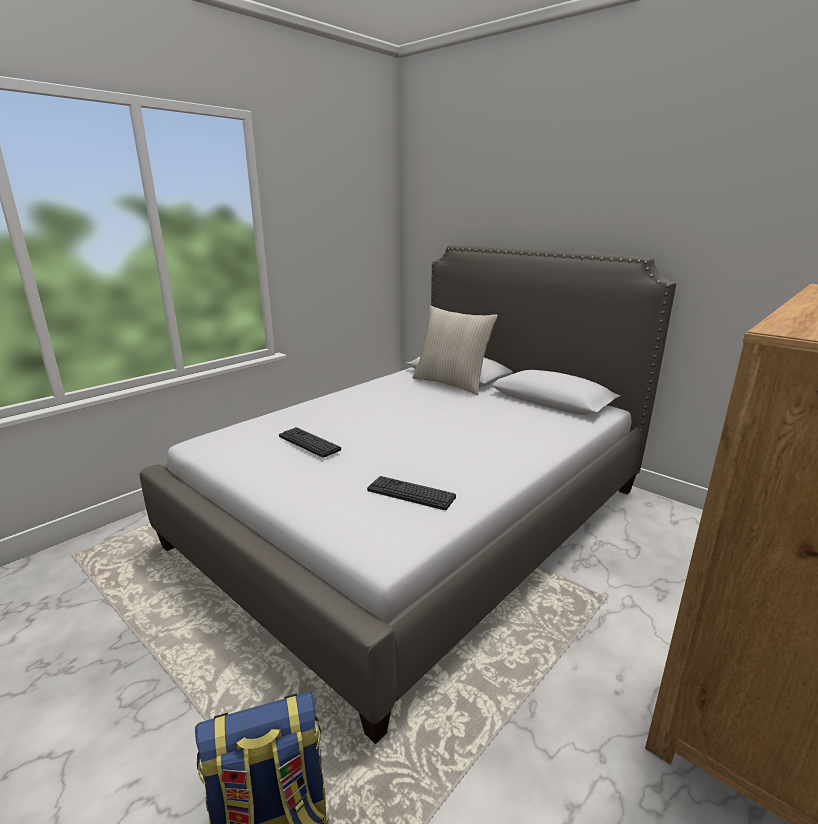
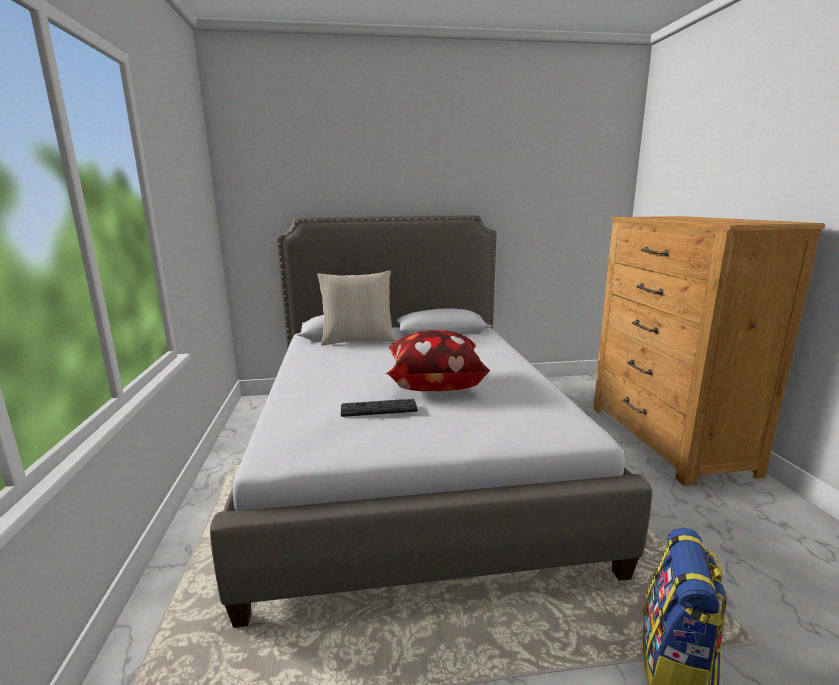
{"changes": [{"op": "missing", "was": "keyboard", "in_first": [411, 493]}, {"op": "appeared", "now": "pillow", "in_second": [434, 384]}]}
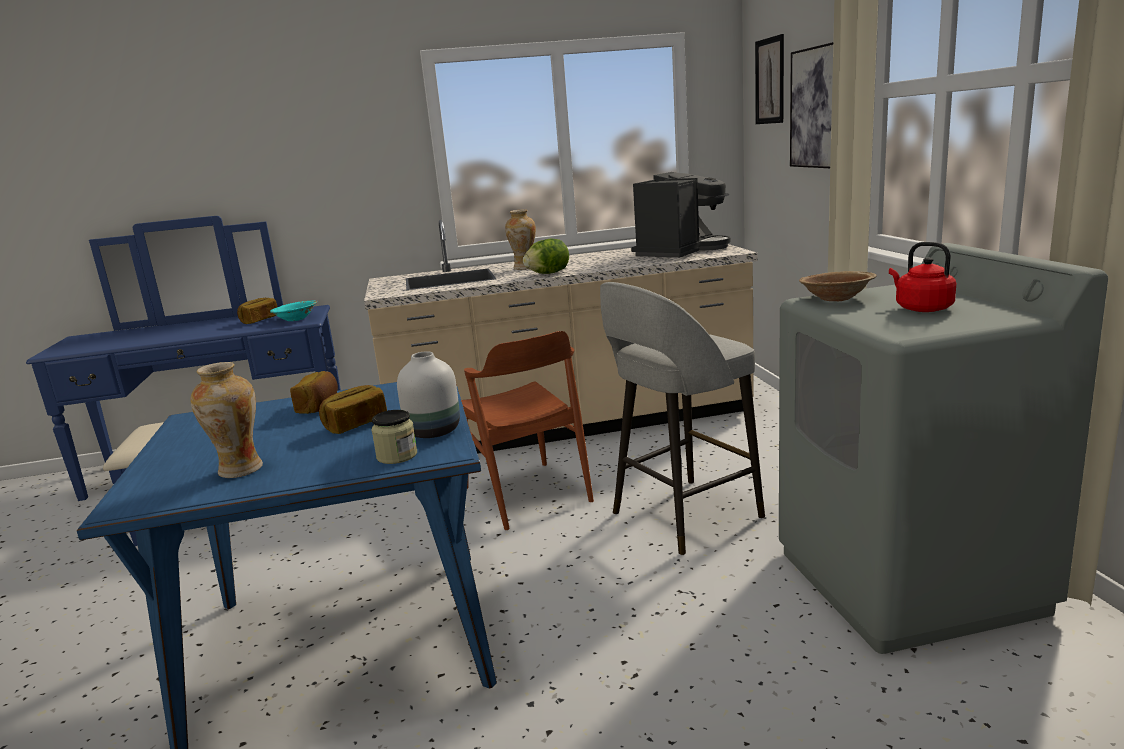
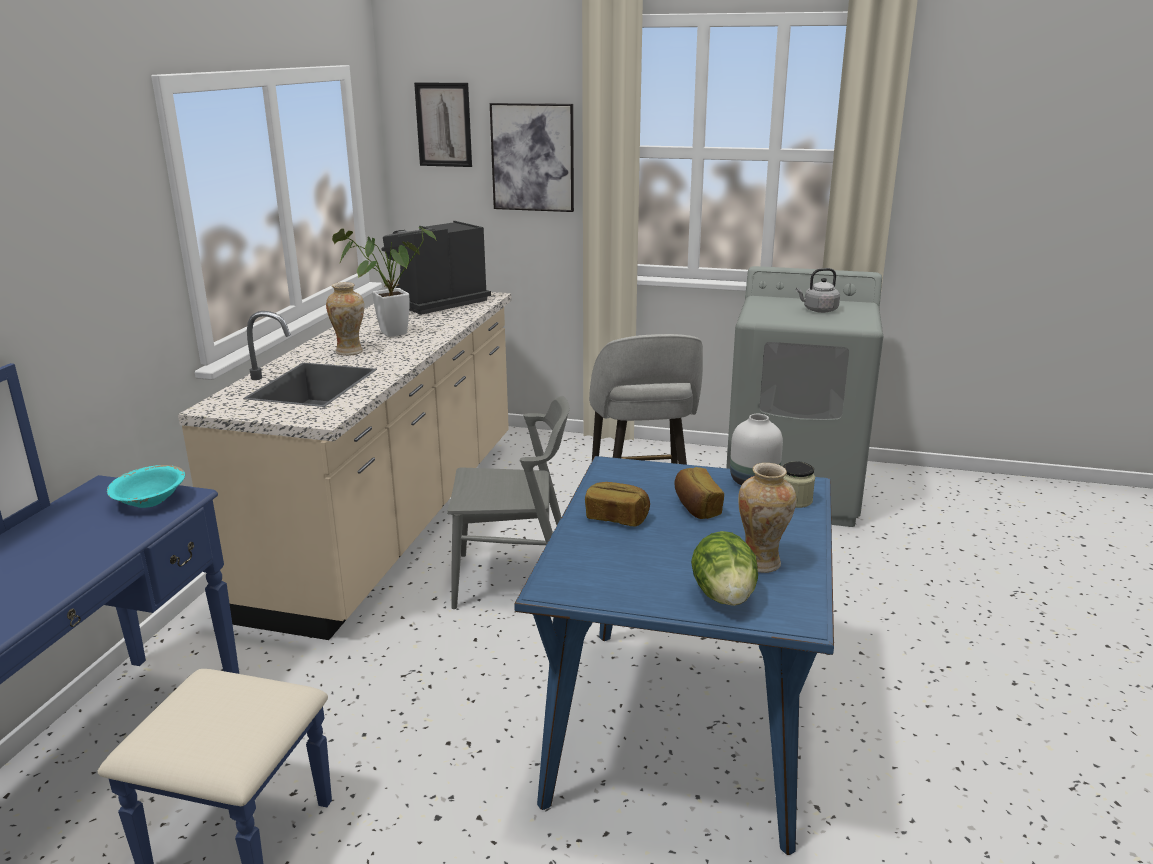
{"changes": [{"op": "missing", "was": "bread", "in_first": [259, 320]}, {"op": "colour", "was": "chair (brown)", "now": "chair (grey)", "in_first": [527, 494], "in_second": [514, 579]}, {"op": "relocated", "was": "lettuce", "in_first": [548, 273], "in_second": [724, 596]}, {"op": "spun", "was": "coffee machine", "in_first": [680, 250], "in_second": [435, 303], "clockwise": -105}, {"op": "missing", "was": "bowl (brown)", "in_first": [836, 298]}, {"op": "colour", "was": "kettle (red)", "now": "kettle (grey)", "in_first": [921, 308], "in_second": [818, 310]}, {"op": "appeared", "now": "potted plant", "in_second": [387, 334]}]}
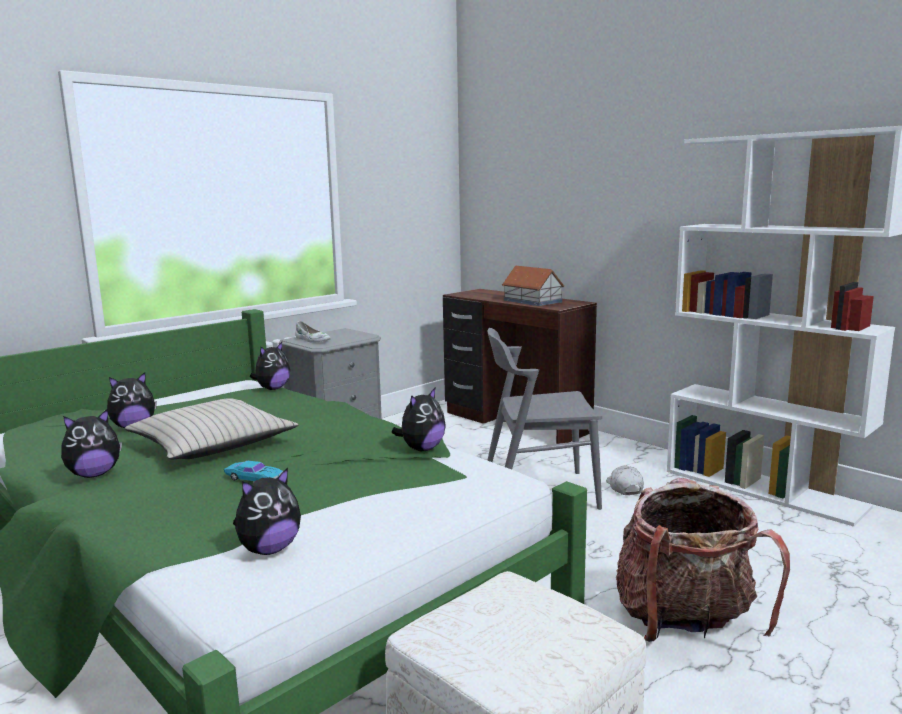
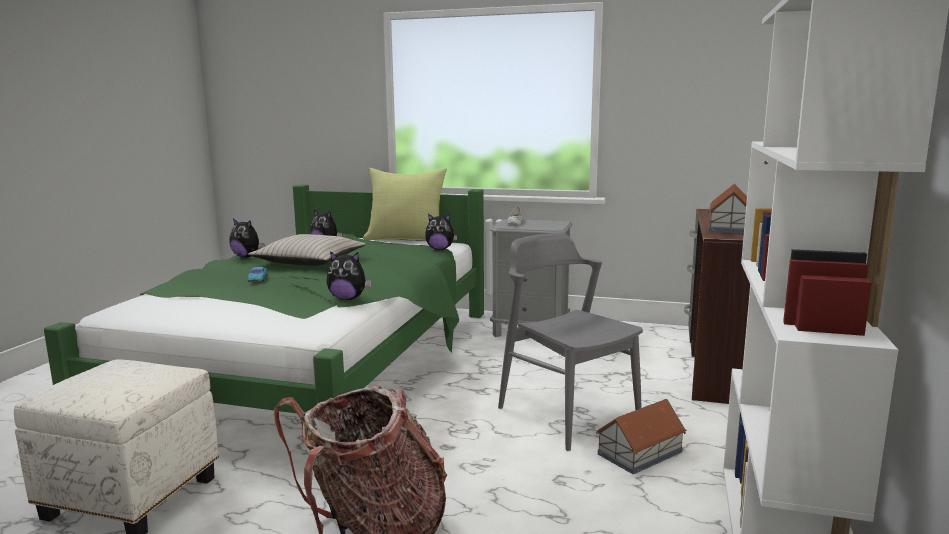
{"changes": [{"op": "missing", "was": "plush toy", "in_first": [269, 549]}, {"op": "exchanged", "was": "cap (white)", "now": "toy house", "in_first": [624, 487], "in_second": [639, 453]}, {"op": "appeared", "now": "pillow (yellow)", "in_second": [407, 239]}]}
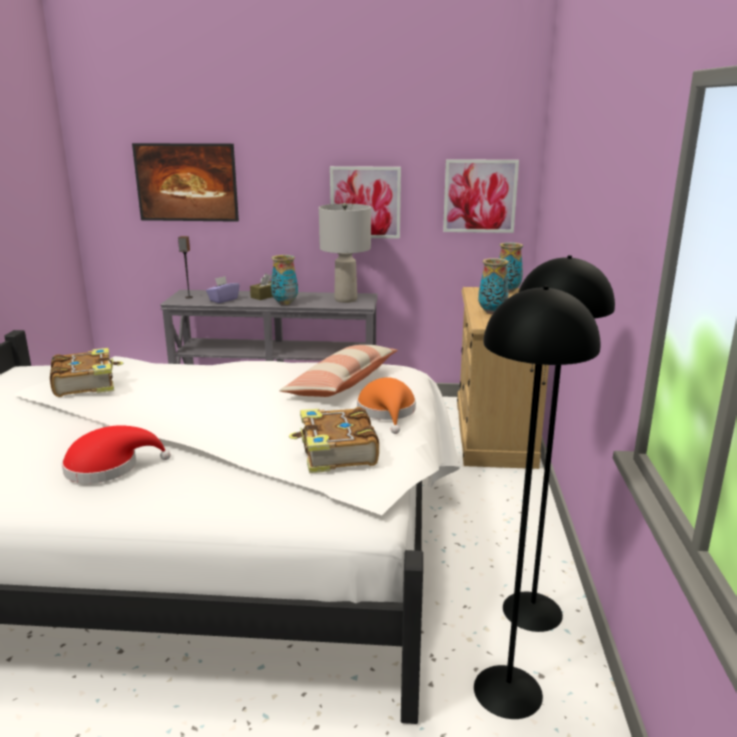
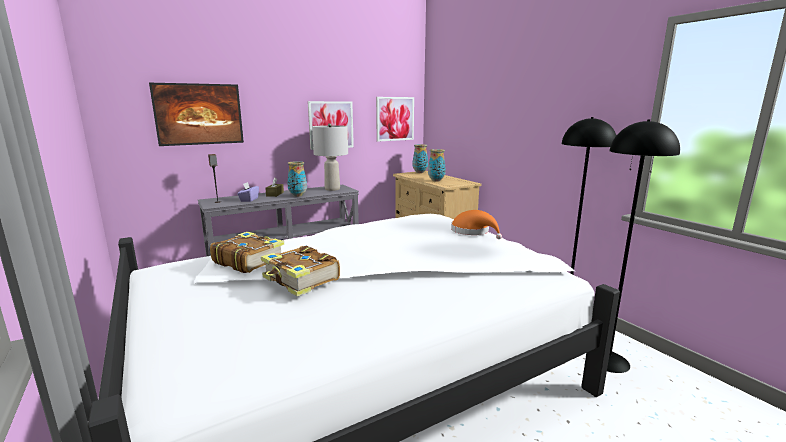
{"changes": [{"op": "missing", "was": "hat (red)", "in_first": [108, 467]}, {"op": "missing", "was": "pillow", "in_first": [342, 383]}, {"op": "relocated", "was": "book", "in_first": [336, 452], "in_second": [301, 280]}]}
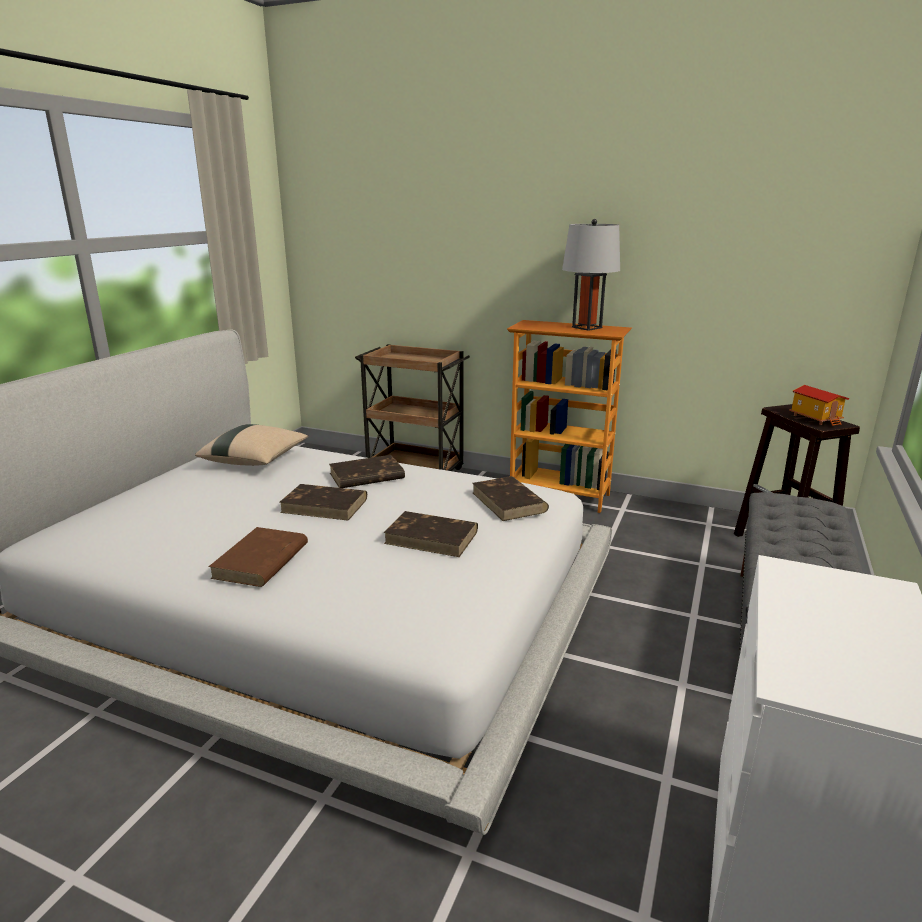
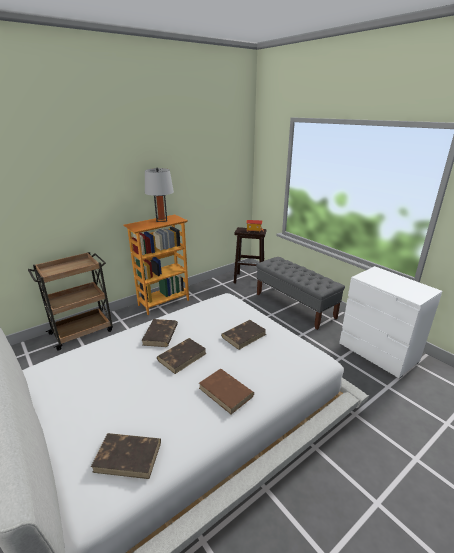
{"changes": [{"op": "missing", "was": "pillow (beige)", "in_first": [256, 461]}, {"op": "relocated", "was": "book (brown)", "in_first": [509, 502], "in_second": [128, 457]}]}
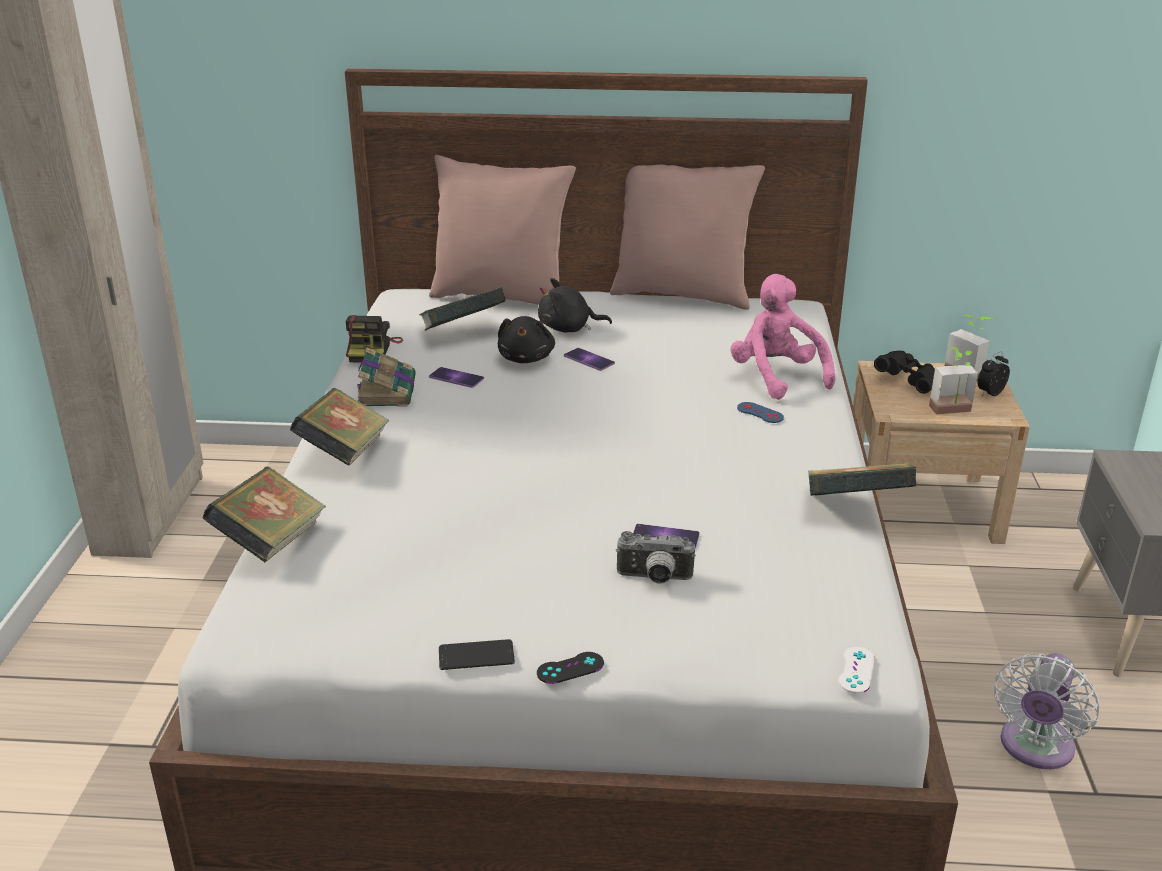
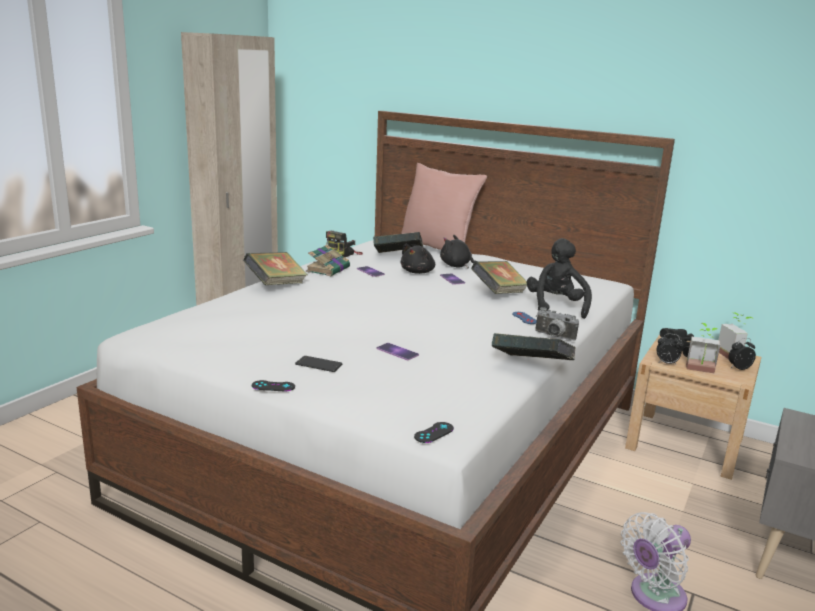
{"changes": [{"op": "relocated", "was": "book", "in_first": [271, 542], "in_second": [499, 294]}, {"op": "relocated", "was": "phone", "in_first": [476, 656], "in_second": [318, 364]}, {"op": "missing", "was": "pillow (pink)", "in_first": [682, 294]}, {"op": "relocated", "was": "photo camera", "in_first": [654, 579], "in_second": [553, 336]}, {"op": "colour", "was": "plush toy (pink)", "now": "plush toy (black)", "in_first": [776, 377], "in_second": [556, 307]}, {"op": "colour", "was": "game controller (white)", "now": "game controller (black)", "in_first": [856, 670], "in_second": [434, 433]}, {"op": "appeared", "now": "alarm clock", "in_second": [666, 363]}]}
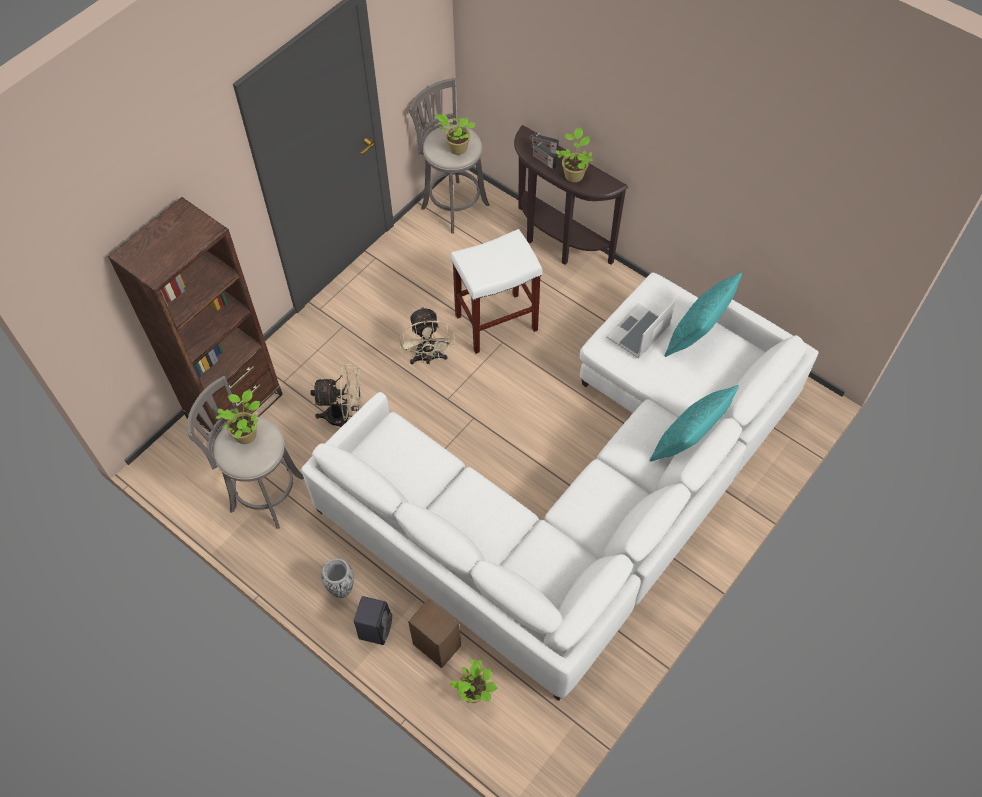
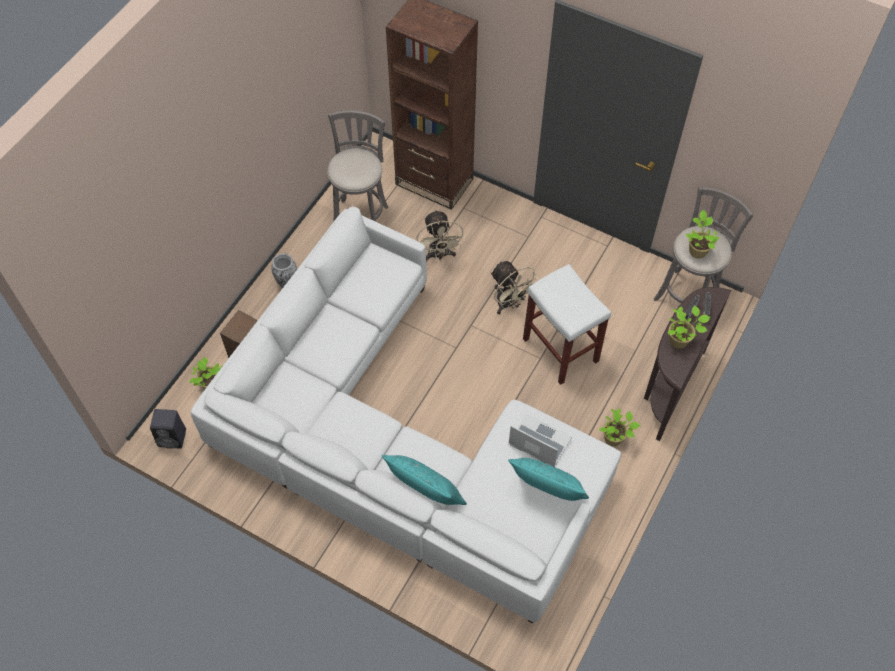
{"changes": [{"op": "relocated", "was": "potted plant", "in_first": [246, 433], "in_second": [614, 438]}, {"op": "relocated", "was": "speaker (black)", "in_first": [375, 627], "in_second": [173, 437]}, {"op": "spun", "was": "fan (beige)", "in_first": [428, 358], "in_second": [509, 304], "clockwise": -105}]}
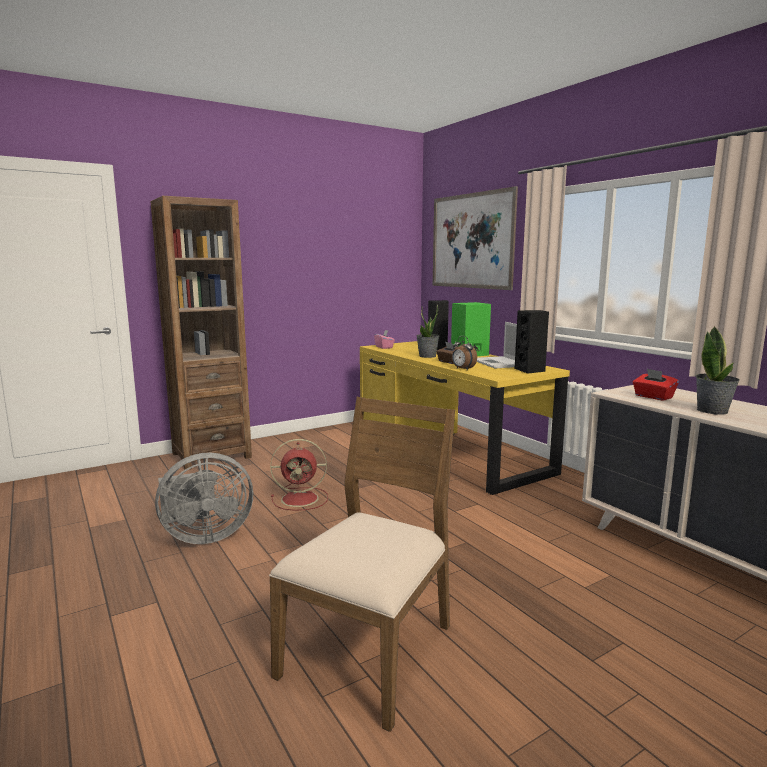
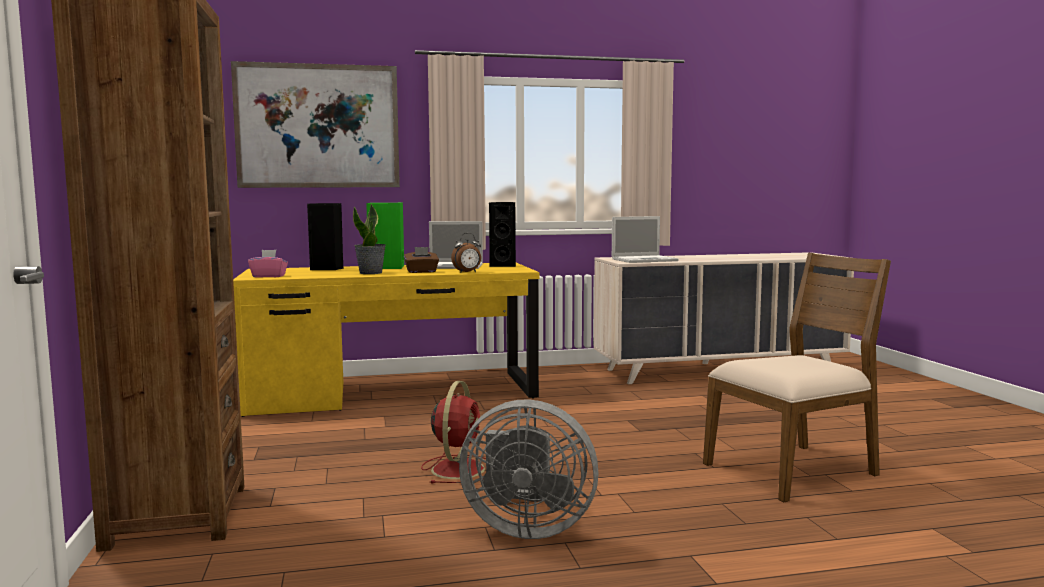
{"changes": [{"op": "spun", "was": "fan (grey)", "in_first": [204, 536], "in_second": [526, 527], "clockwise": 105}, {"op": "spun", "was": "chair (brown)", "in_first": [370, 650], "in_second": [793, 470], "clockwise": 105}, {"op": "exchanged", "was": "tissue box (red)", "now": "laptop", "in_first": [653, 397], "in_second": [645, 260]}, {"op": "missing", "was": "potted plant", "in_first": [712, 411]}]}
